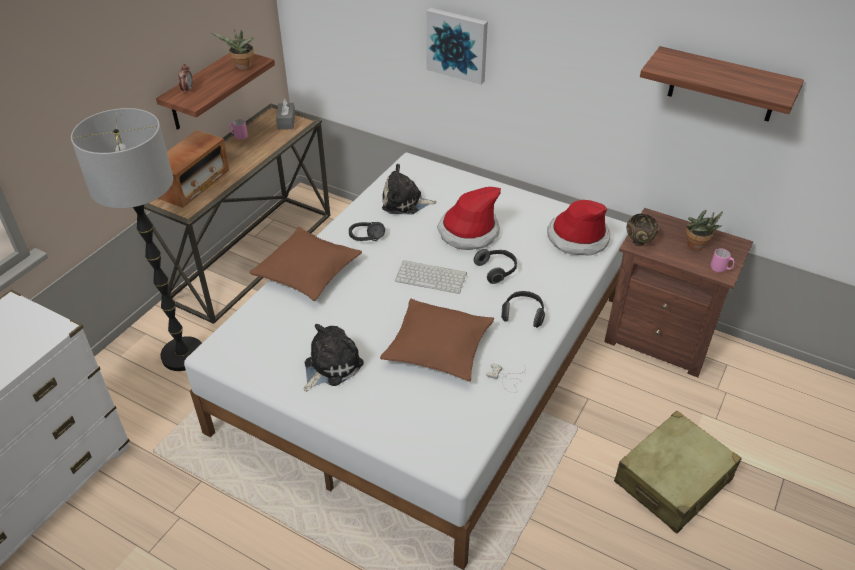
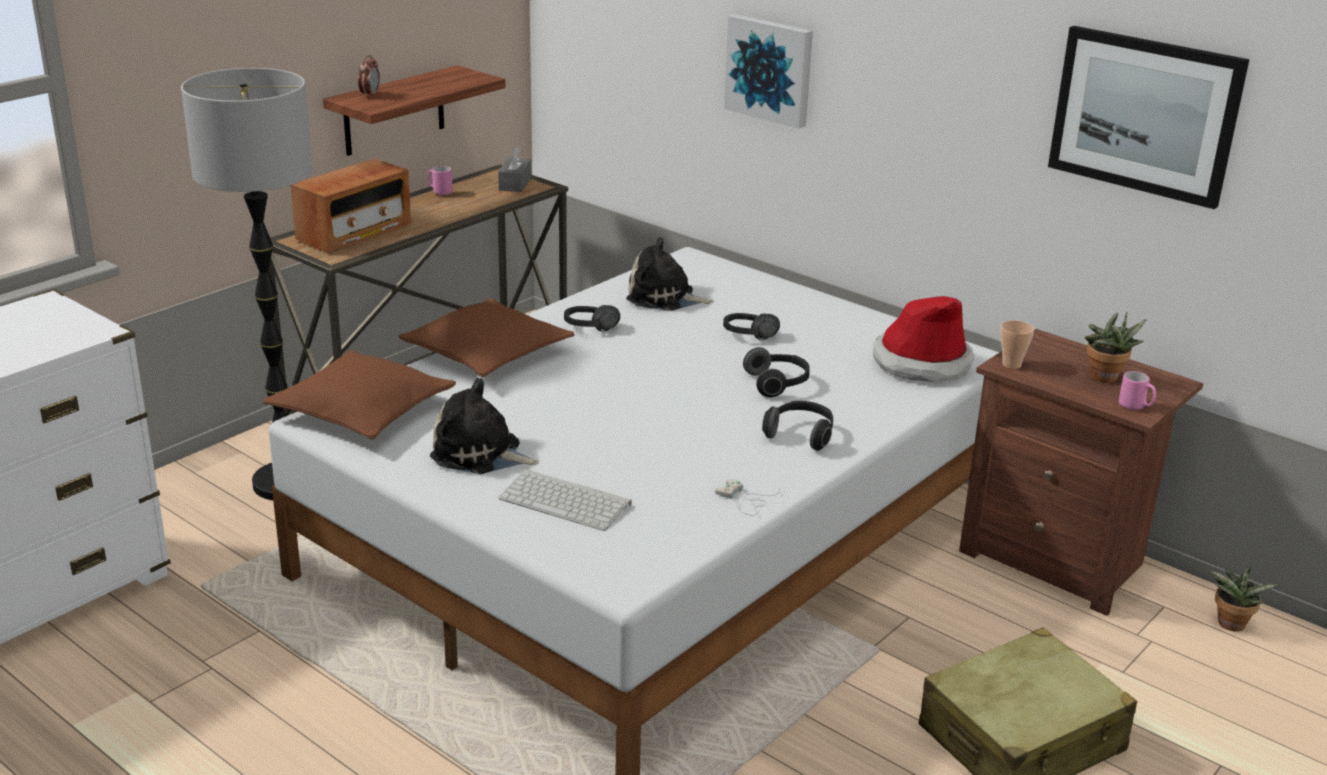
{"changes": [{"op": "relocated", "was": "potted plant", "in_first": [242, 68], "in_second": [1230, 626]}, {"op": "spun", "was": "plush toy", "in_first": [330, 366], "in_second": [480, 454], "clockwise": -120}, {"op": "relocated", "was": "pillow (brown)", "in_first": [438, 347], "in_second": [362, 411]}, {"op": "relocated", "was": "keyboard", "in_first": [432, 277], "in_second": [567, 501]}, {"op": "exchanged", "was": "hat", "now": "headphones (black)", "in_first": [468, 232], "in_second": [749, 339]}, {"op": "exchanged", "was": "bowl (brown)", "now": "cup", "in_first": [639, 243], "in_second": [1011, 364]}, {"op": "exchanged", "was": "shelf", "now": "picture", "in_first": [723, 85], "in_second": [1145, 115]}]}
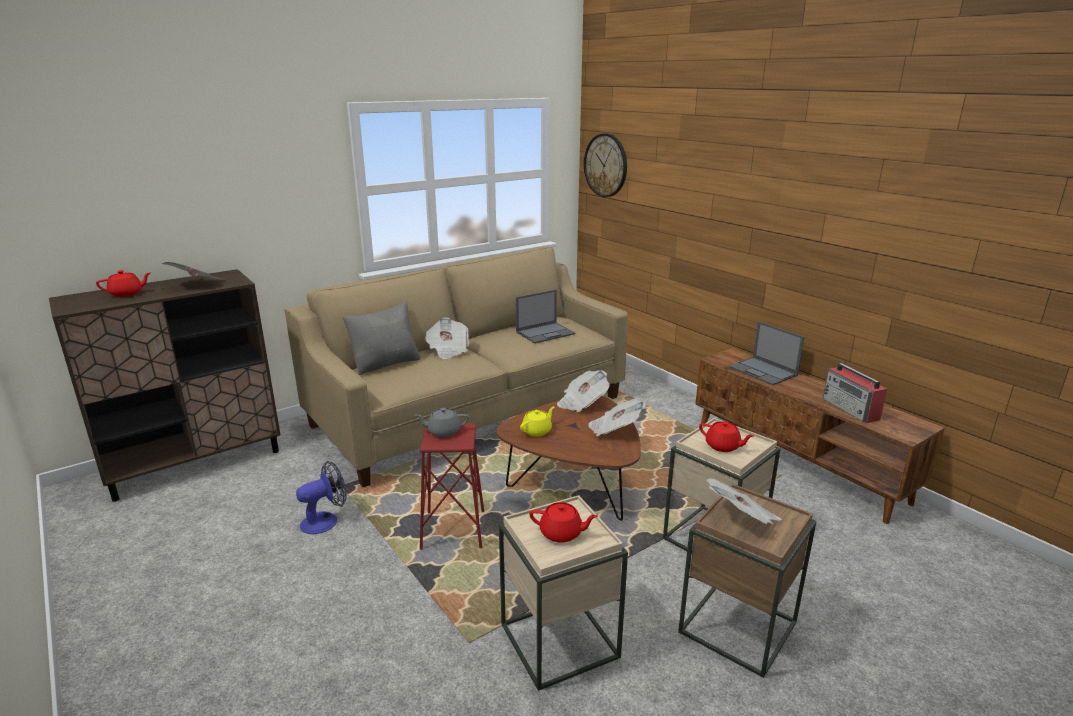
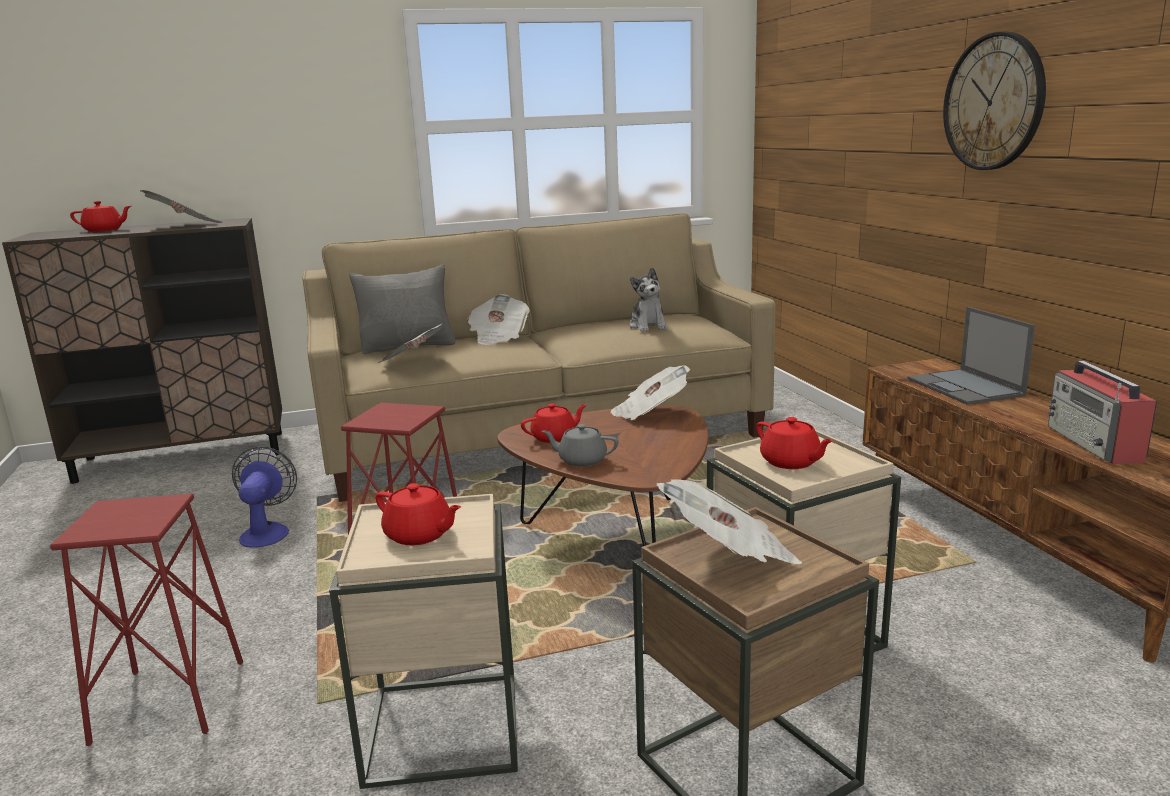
{"changes": [{"op": "spun", "was": "fan", "in_first": [325, 520], "in_second": [267, 531], "clockwise": -75}, {"op": "relocated", "was": "teapot (grey)", "in_first": [443, 431], "in_second": [581, 460]}, {"op": "exchanged", "was": "laptop", "now": "plush toy", "in_first": [546, 333], "in_second": [648, 326]}, {"op": "colour", "was": "teapot (yellow)", "now": "teapot (red)", "in_first": [537, 431], "in_second": [554, 437]}, {"op": "relocated", "was": "wall clock", "in_first": [606, 165], "in_second": [994, 102]}, {"op": "relocated", "was": "newspaper", "in_first": [614, 430], "in_second": [413, 362]}, {"op": "appeared", "now": "stool (red)", "in_second": [170, 701]}]}
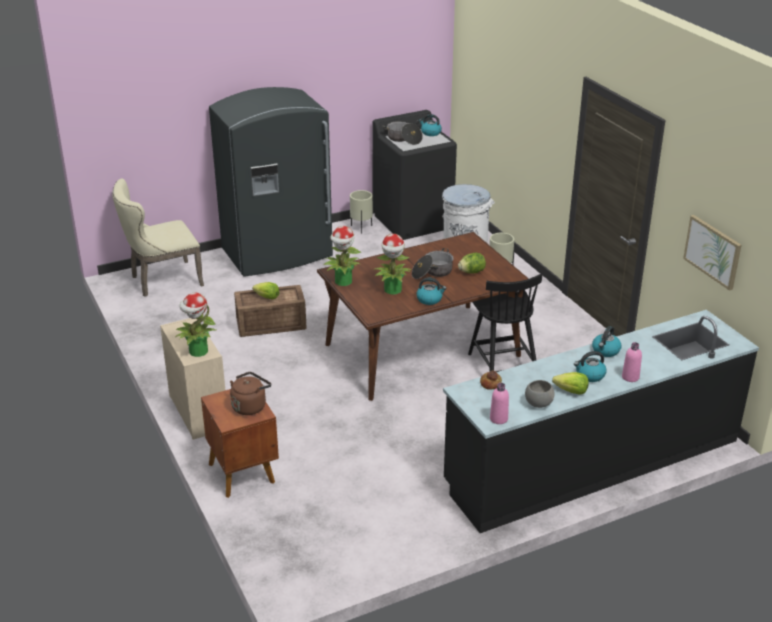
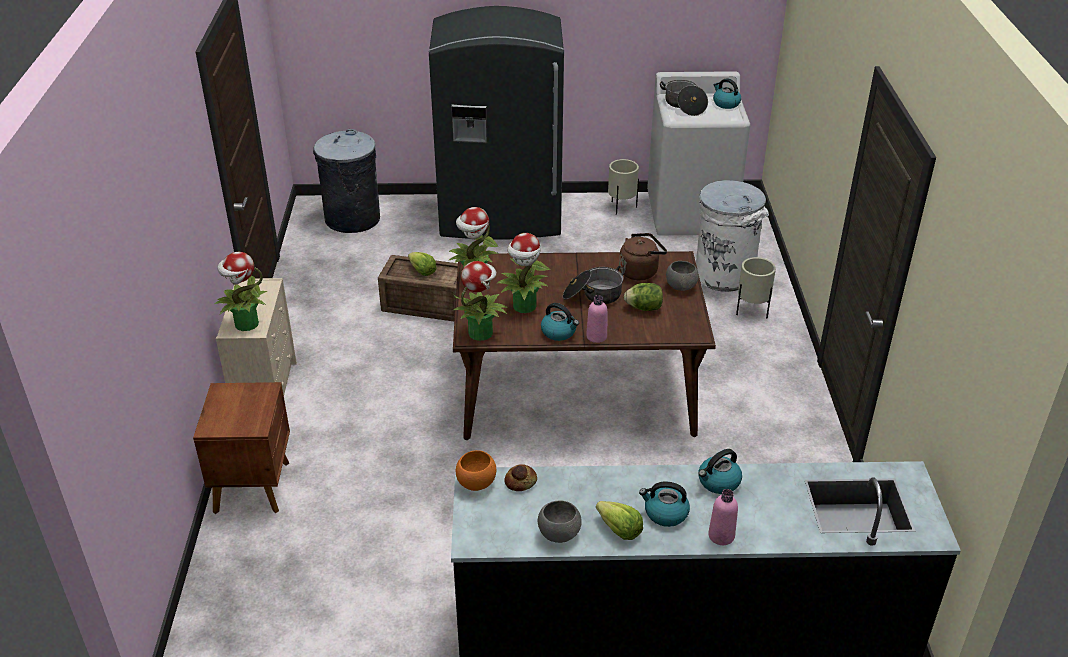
{"changes": [{"op": "exchanged", "was": "chair (beige)", "now": "trash can (grey)", "in_first": [162, 281], "in_second": [352, 219]}, {"op": "relocated", "was": "kettle (brown)", "in_first": [250, 406], "in_second": [640, 271]}, {"op": "colour", "was": "washing machine (black)", "now": "washing machine (white)", "in_first": [413, 221], "in_second": [691, 214]}, {"op": "missing", "was": "chair (black)", "in_first": [503, 367]}, {"op": "relocated", "was": "bottle (pink)", "in_first": [498, 419], "in_second": [596, 336]}, {"op": "missing", "was": "picture", "in_first": [713, 251]}, {"op": "appeared", "now": "potted plant", "in_second": [481, 332]}, {"op": "appeared", "now": "bowl (orange)", "in_second": [475, 483]}, {"op": "appeared", "now": "bowl (grey)", "in_second": [681, 286]}]}
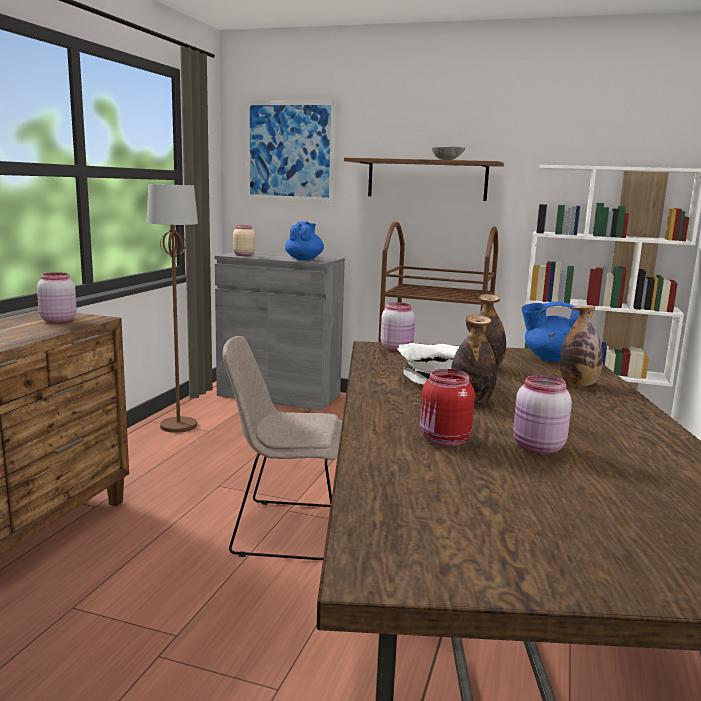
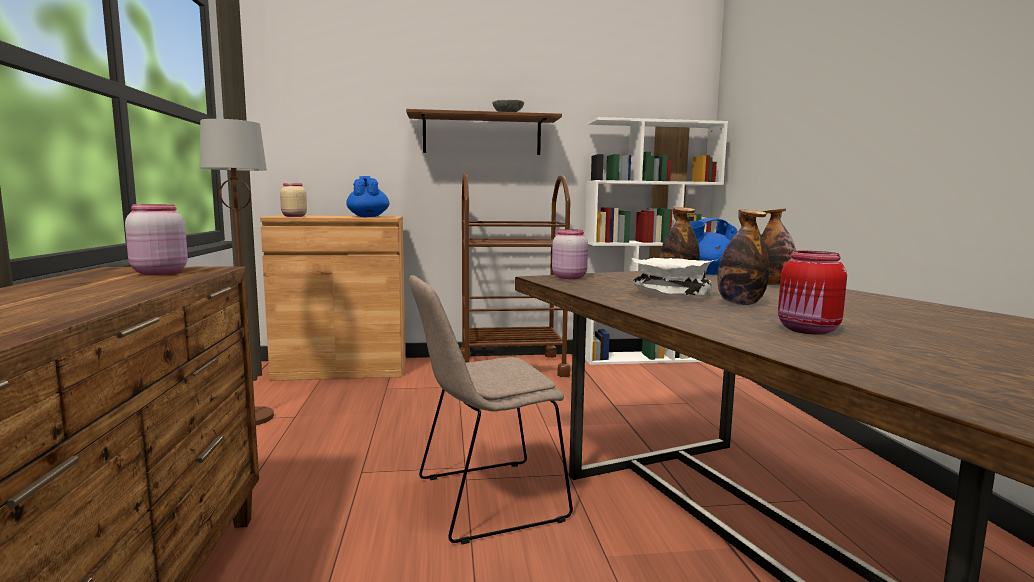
{"changes": [{"op": "colour", "was": "cabinet (grey)", "now": "cabinet (brown)", "in_first": [279, 395], "in_second": [342, 369]}, {"op": "missing", "was": "picture", "in_first": [289, 151]}, {"op": "missing", "was": "jar (pink)", "in_first": [537, 448]}]}
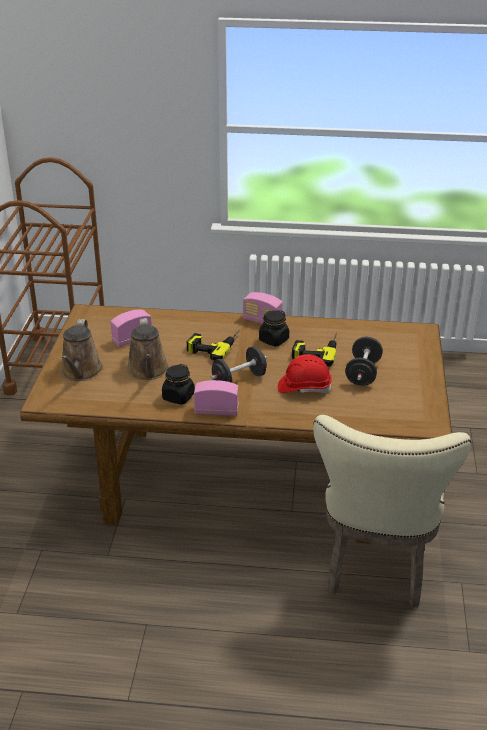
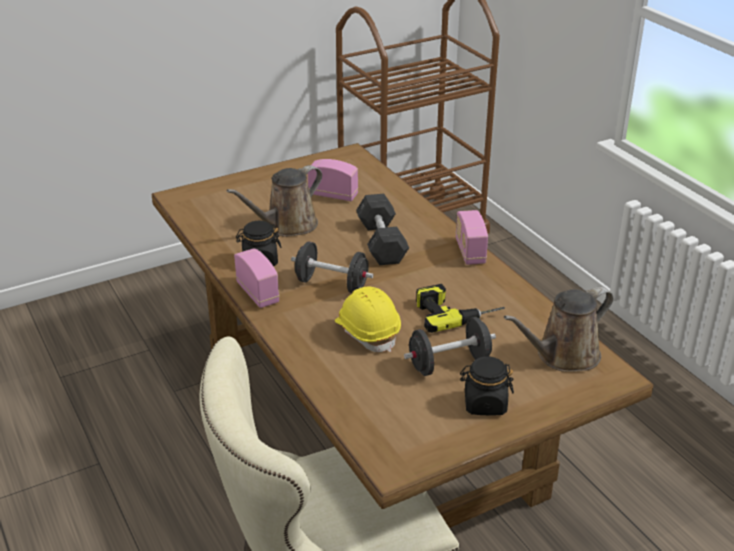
{"changes": [{"op": "relocated", "was": "watering can (brown)", "in_first": [80, 372], "in_second": [563, 356]}, {"op": "exchanged", "was": "power drill", "now": "dumbbell (grey)", "in_first": [214, 345], "in_second": [381, 242]}, {"op": "relocated", "was": "jar (black)", "in_first": [273, 340], "in_second": [484, 404]}, {"op": "colour", "was": "hard hat (red)", "now": "hard hat (yellow)", "in_first": [304, 387], "in_second": [367, 332]}]}
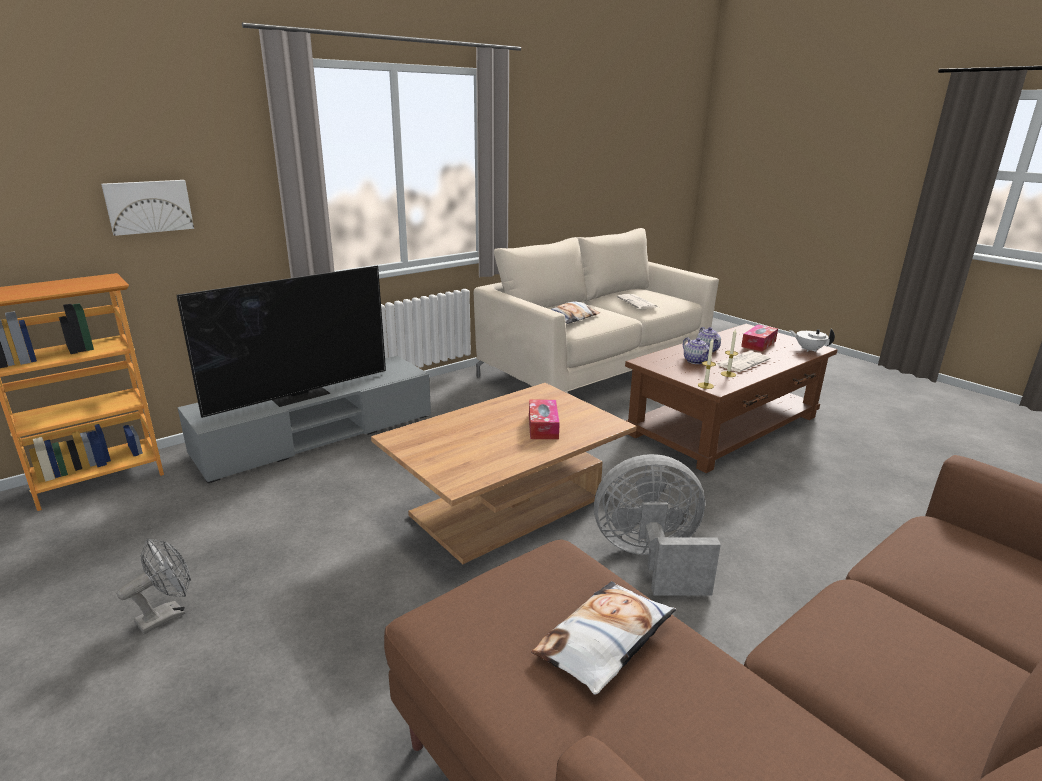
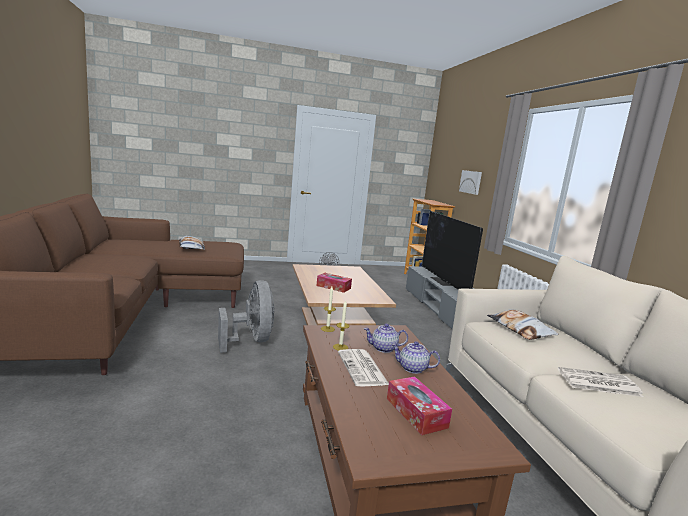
{"changes": [{"op": "spun", "was": "fan (grey)", "in_first": [650, 560], "in_second": [251, 341], "clockwise": -45}, {"op": "missing", "was": "teapot (white)", "in_first": [808, 349]}]}
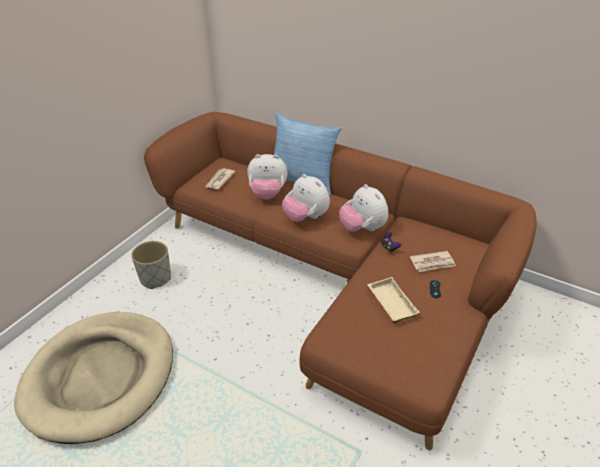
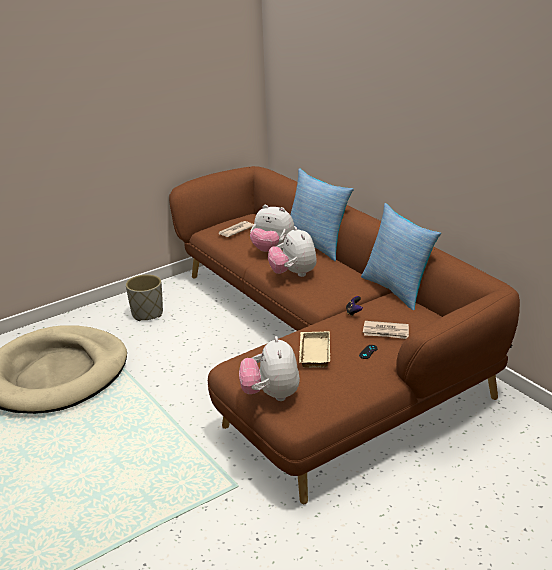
{"changes": [{"op": "relocated", "was": "plush toy", "in_first": [362, 228], "in_second": [271, 395]}, {"op": "appeared", "now": "pillow", "in_second": [398, 290]}]}
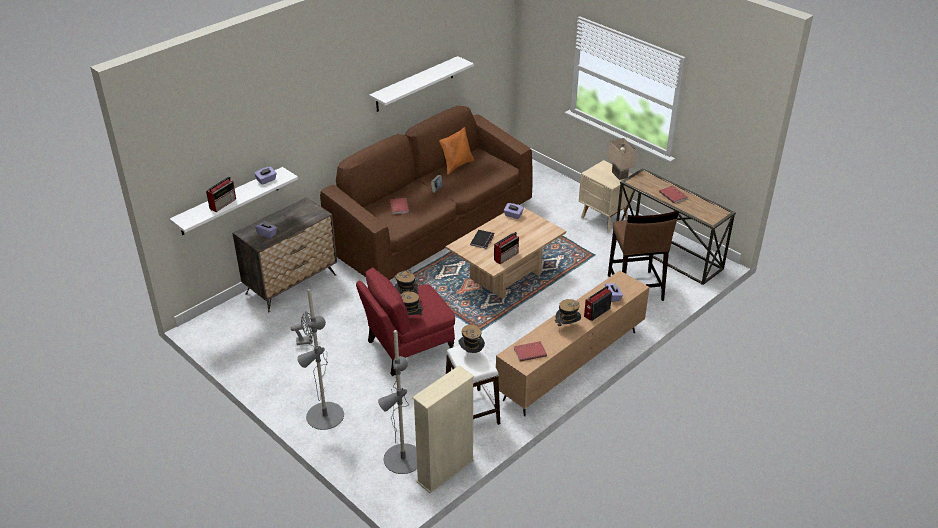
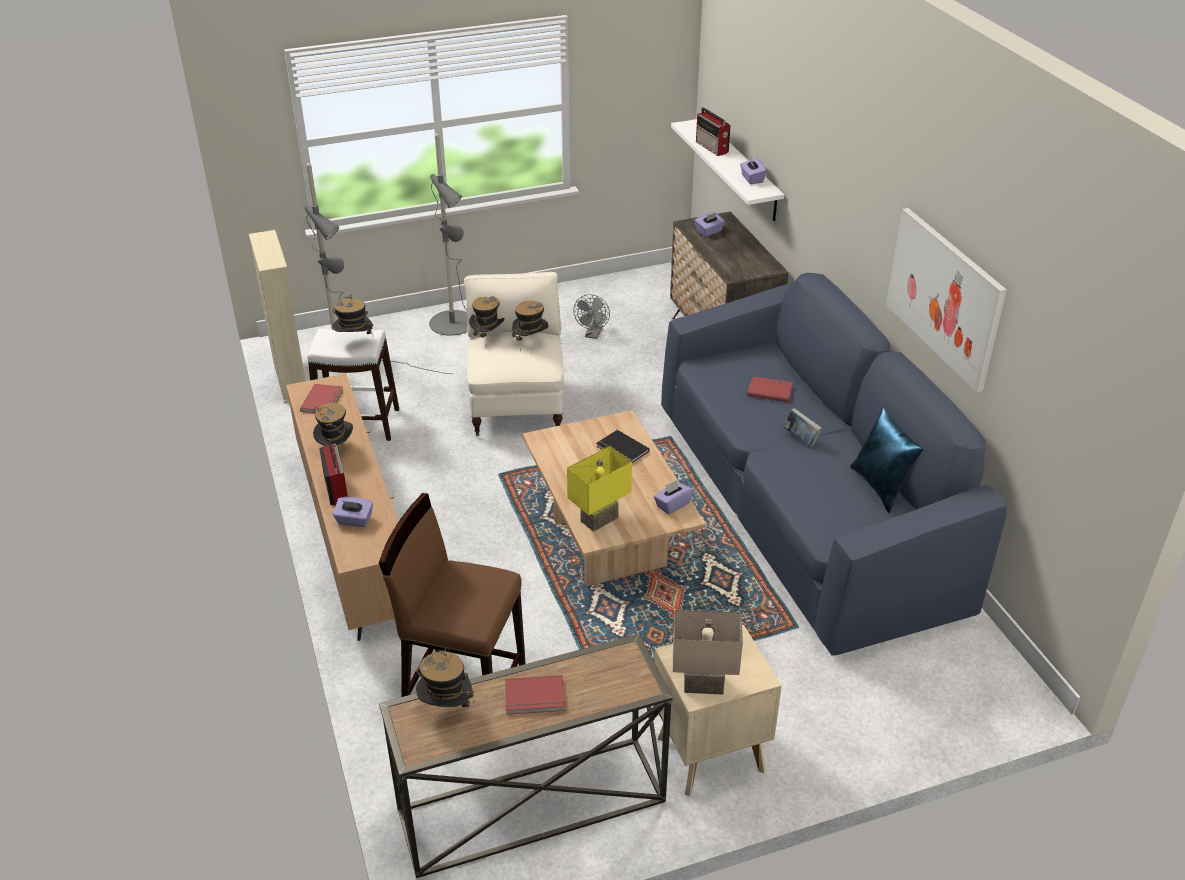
{"changes": [{"op": "colour", "was": "sofa (brown)", "now": "sofa (blue)", "in_first": [432, 225], "in_second": [804, 504]}, {"op": "colour", "was": "armchair (red)", "now": "armchair (beige)", "in_first": [408, 347], "in_second": [517, 405]}, {"op": "exchanged", "was": "shelf (white)", "now": "picture", "in_first": [415, 84], "in_second": [944, 297]}, {"op": "colour", "was": "pillow (orange)", "now": "pillow (blue)", "in_first": [456, 165], "in_second": [881, 487]}, {"op": "missing", "was": "radio", "in_first": [506, 256]}, {"op": "appeared", "now": "hat", "in_second": [446, 707]}, {"op": "appeared", "now": "table lamp (yellow)", "in_second": [598, 518]}]}
